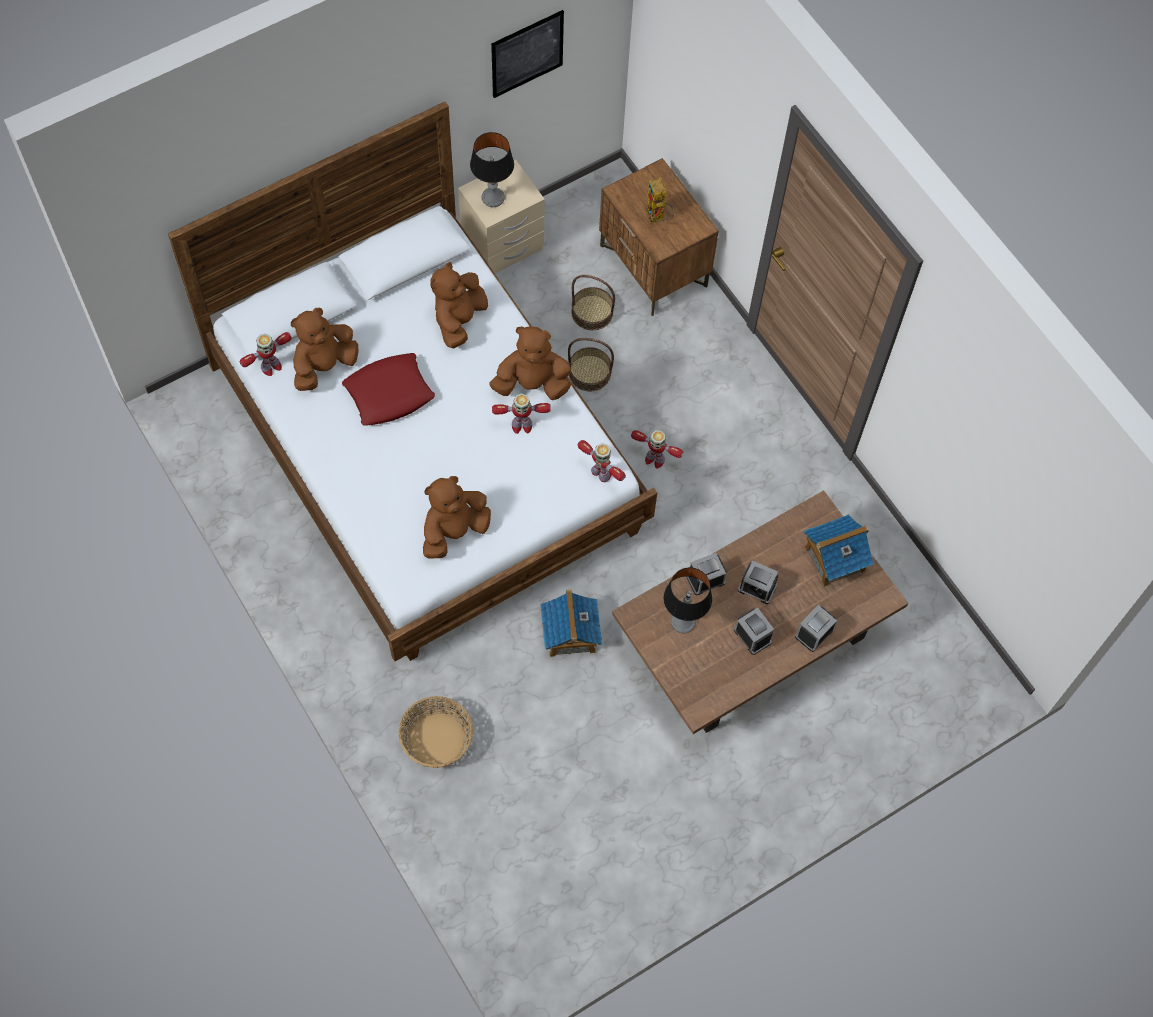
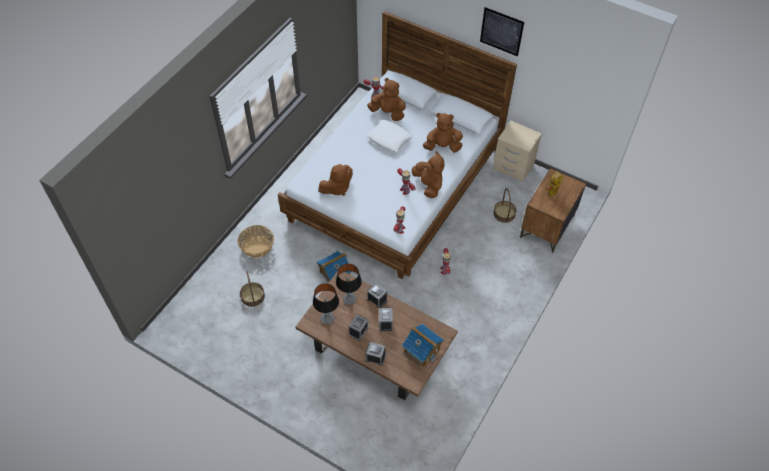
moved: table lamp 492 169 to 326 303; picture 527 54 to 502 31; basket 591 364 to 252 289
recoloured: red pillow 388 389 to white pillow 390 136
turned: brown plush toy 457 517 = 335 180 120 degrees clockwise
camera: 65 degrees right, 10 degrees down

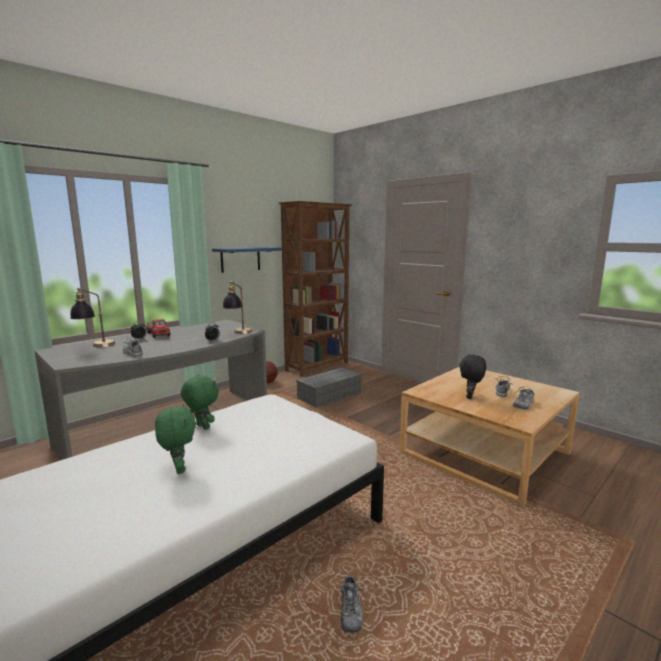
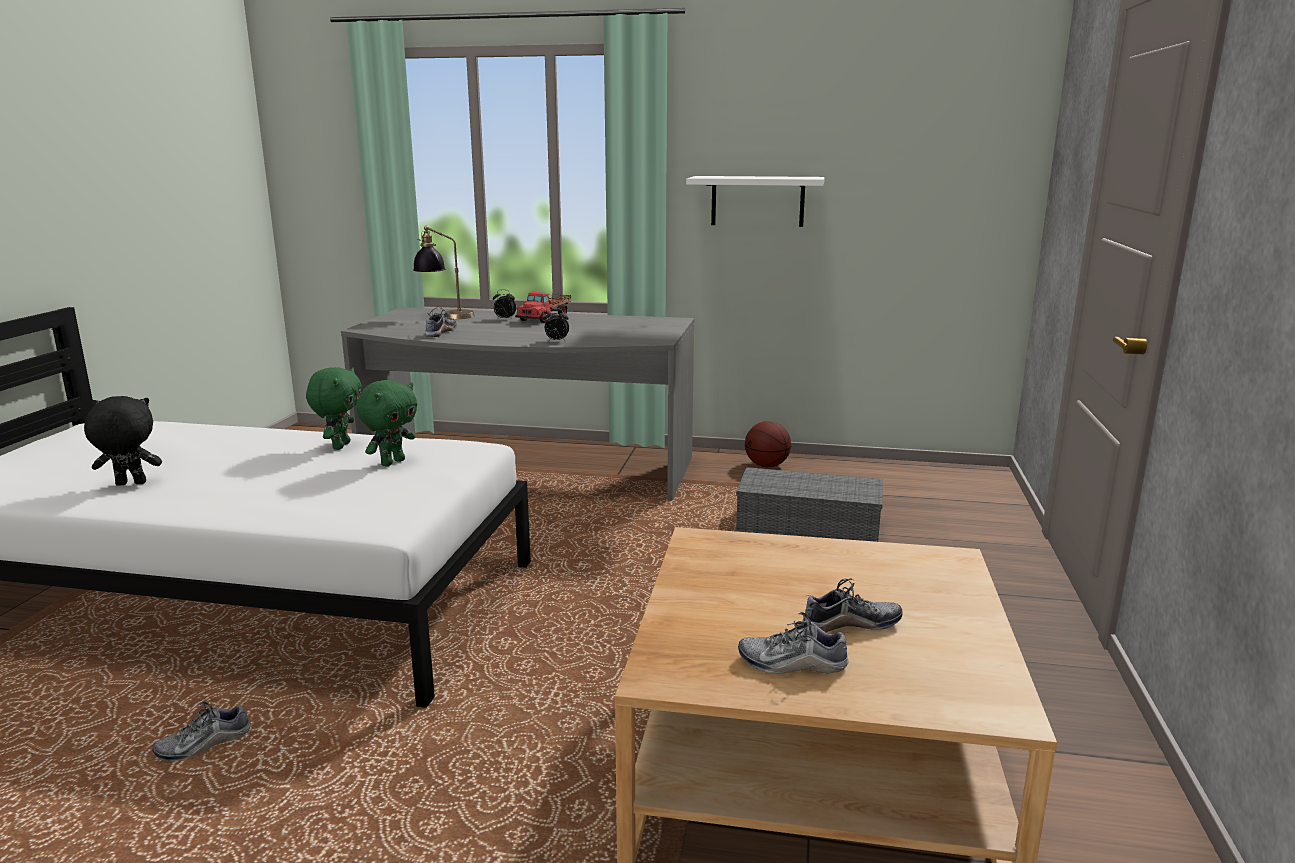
removed: table lamp 237 307; brown bookcase 315 289
moved: green plush toy 175 439 to 386 423; black plush toy 472 376 to 123 441
recoloured: blue shelf 247 260 to white shelf 755 201
camera: 55 degrees right, 5 degrees up

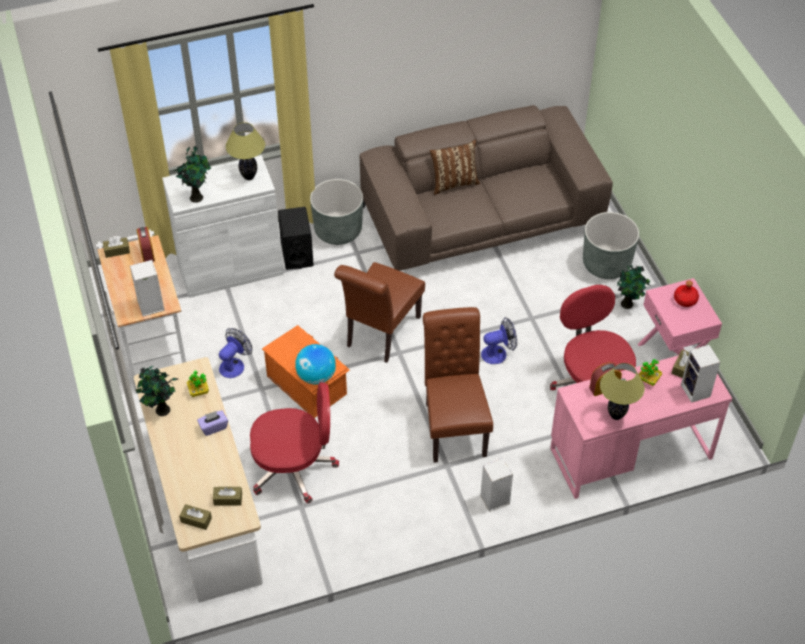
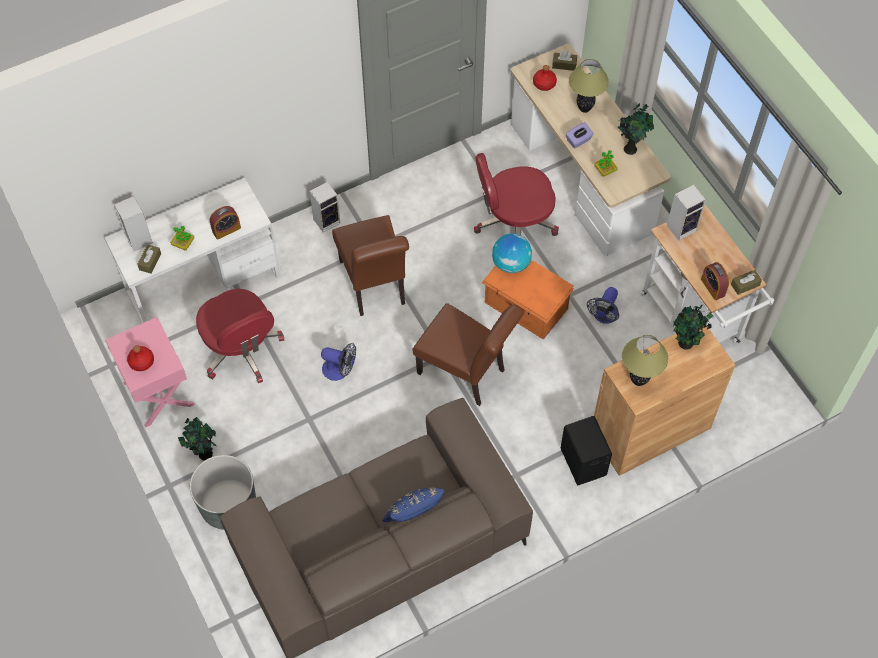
removed: grey planter 336 212
moved: table lamp 622 391 to 589 86
replaced: brown tissue box 227 496 to red bottle 545 78
recoloured: white cabinet 222 226 to brown cabinet 664 400; brown pillow 455 167 to blue pillow 413 505; pink desk 641 427 to white desk 192 250
turned: brown chair 379 312 = 468 354 105 degrees clockwise; fan 499 341 = 338 362 135 degrees counterclockwise
camera: 170 degrees right, 10 degrees up

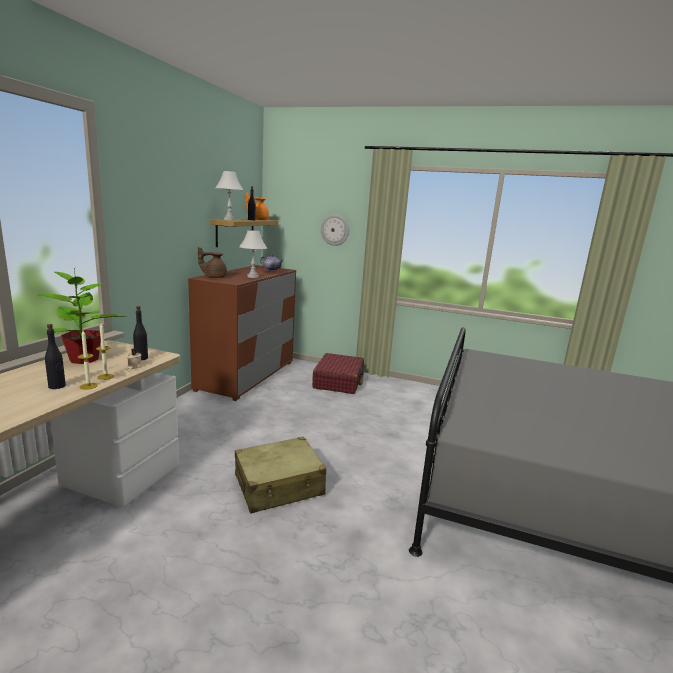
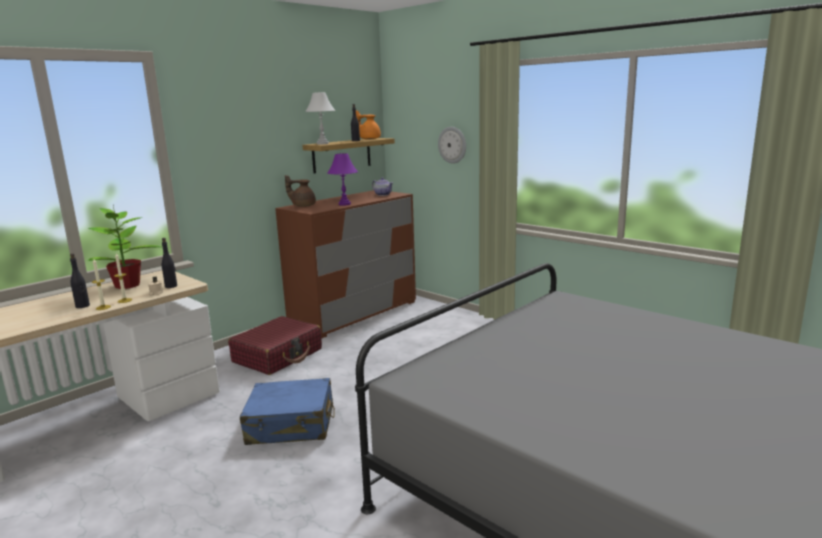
moved: red suitcase 338 373 to 275 345
recoloured: beige suitcase 280 475 to blue suitcase 287 411; white table lamp 253 254 to purple table lamp 343 179
camera: 25 degrees right, 0 degrees up

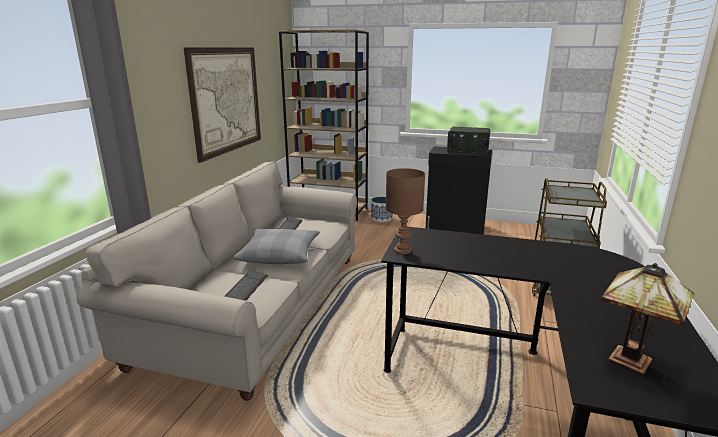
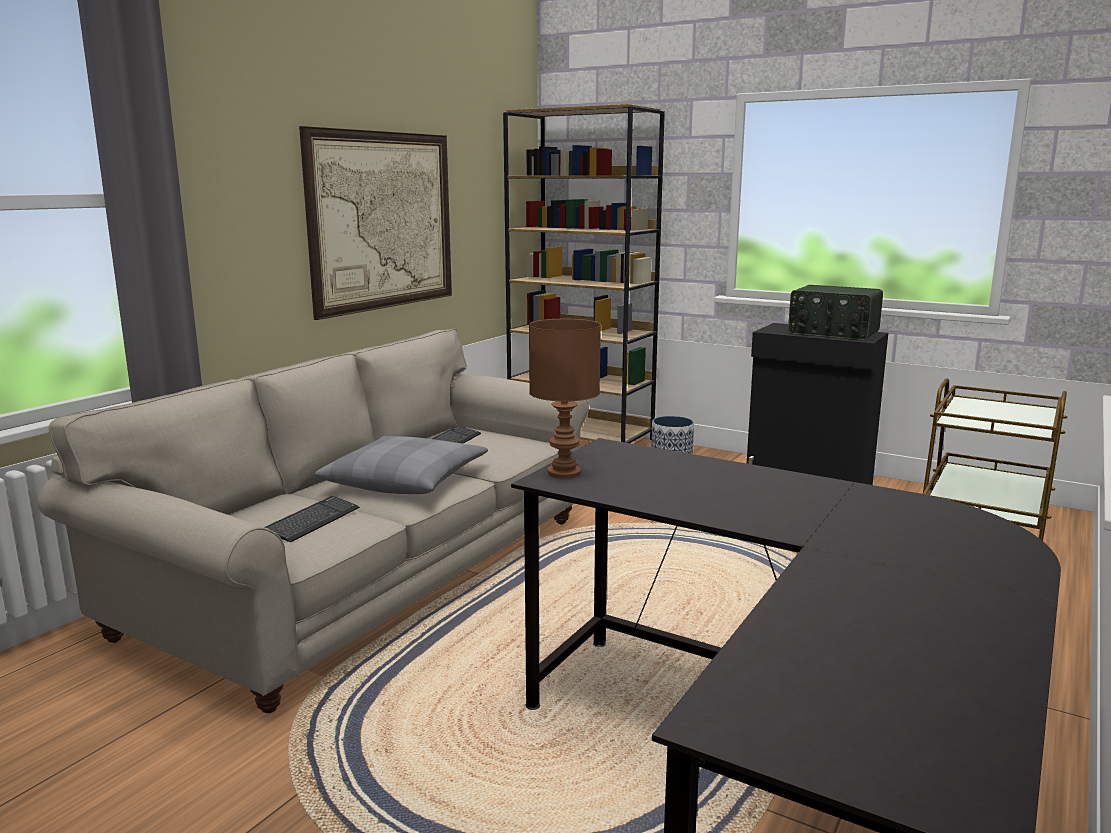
removed: table lamp 647 318
camera: 15 degrees right, 5 degrees down

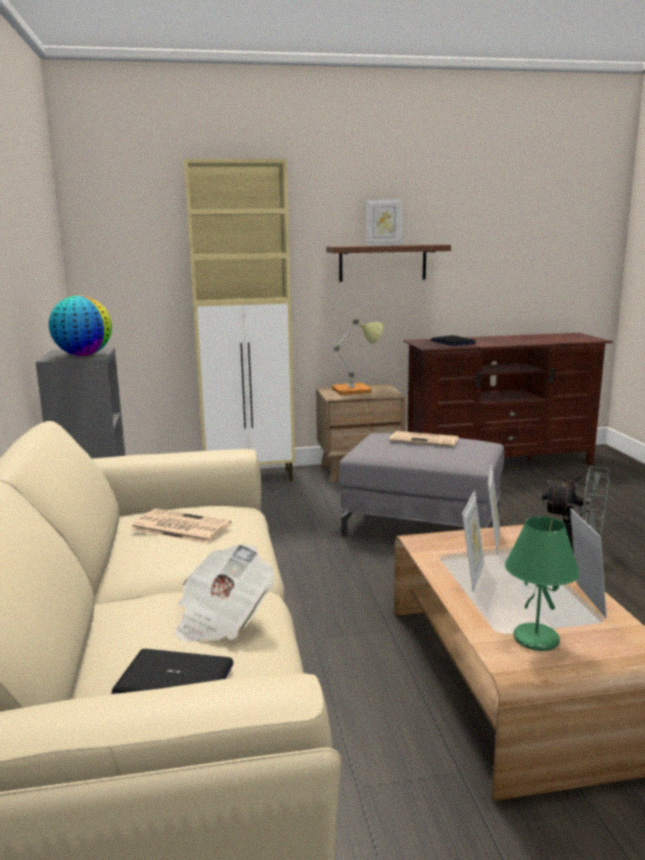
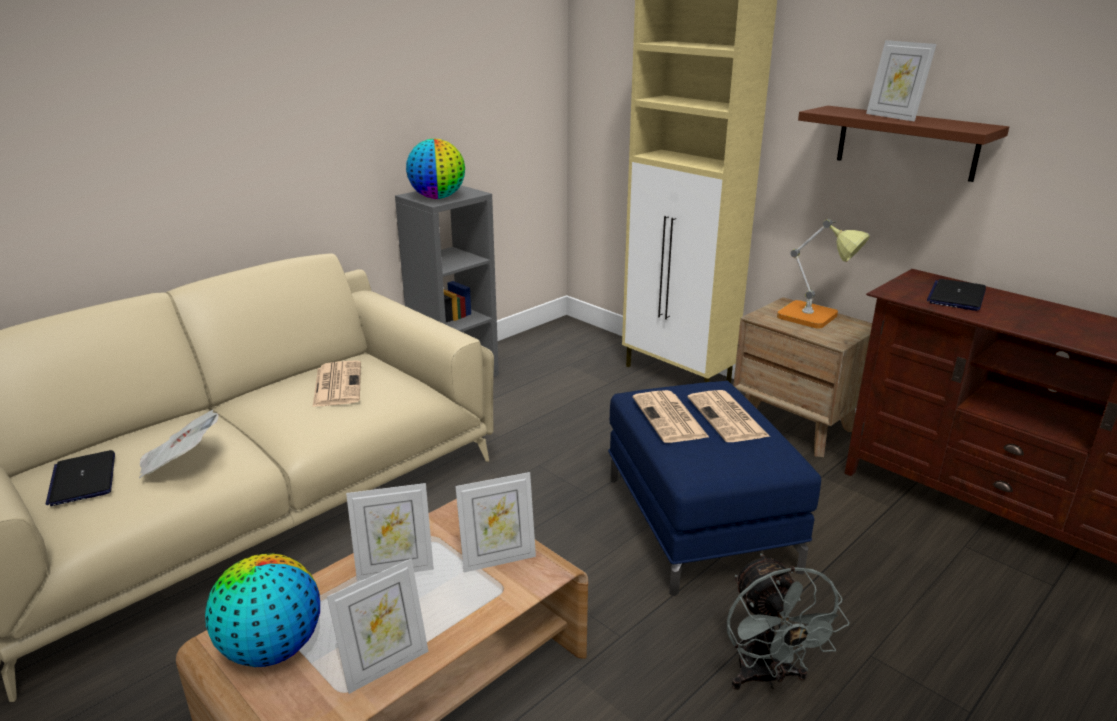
added: newspaper 671 416
replaced: green table lamp 542 583 to globe 262 610
recoloured: grey ottoman 421 484 to blue ottoman 714 488
camera: 55 degrees right, 10 degrees up

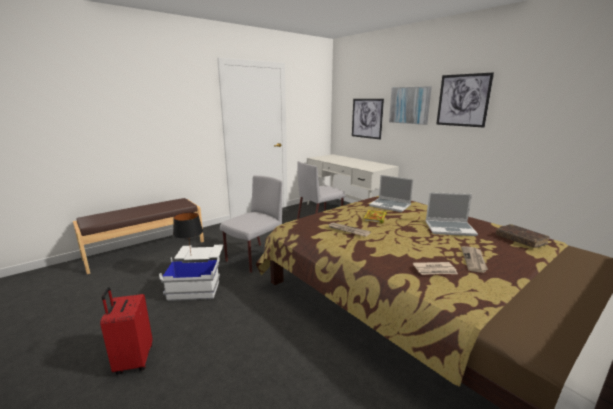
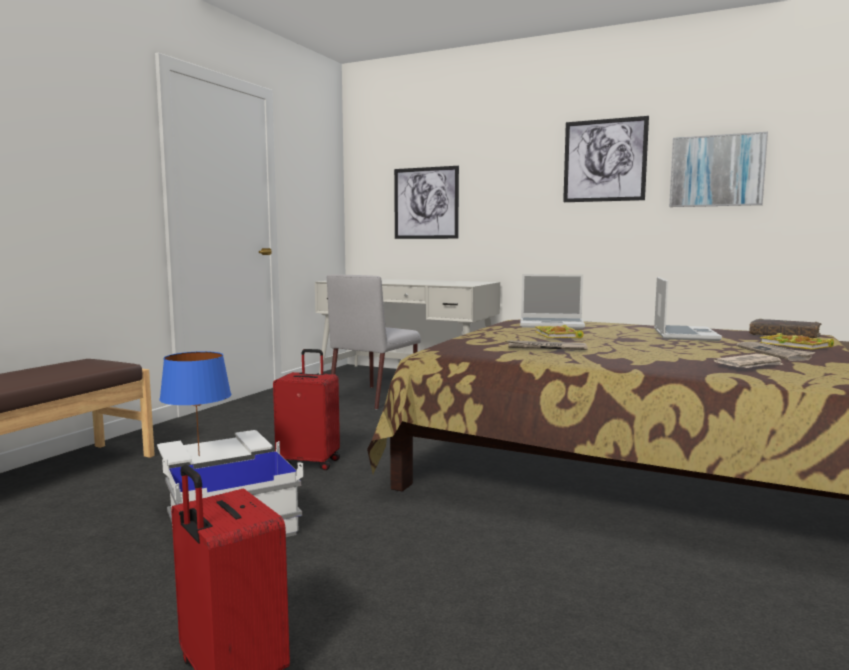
added: book 796 341
moved: picture 410 105 to 718 169
replaced: grey chair 251 224 to red suitcase 306 409
recoloured: black table lamp 188 232 to blue table lamp 195 403
turned: laptop 452 214 = 688 309 60 degrees counterclockwise
camera: 25 degrees left, 10 degrees down

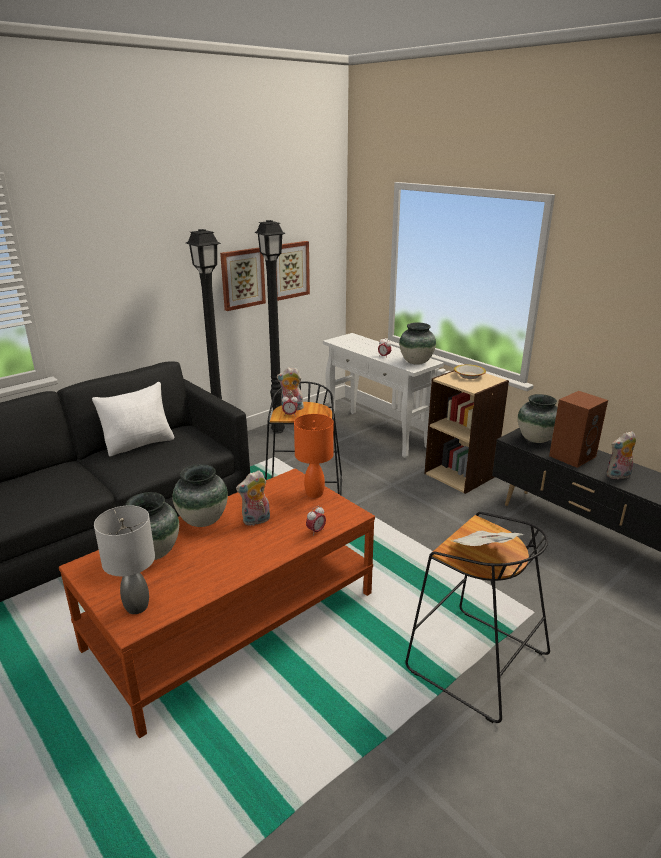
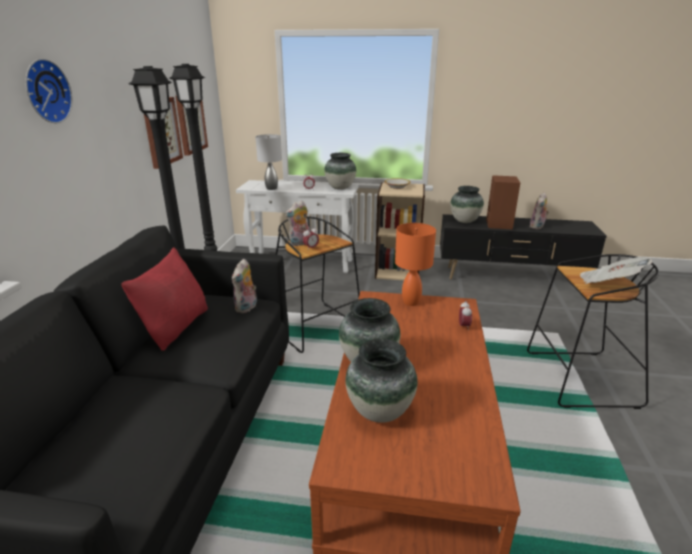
added: wall clock 49 91
moved: grey table lamp 124 559 to 268 162; plush toy 253 498 to 244 286
recoloured: white pillow 133 419 to red pillow 164 299
camera: 40 degrees left, 0 degrees up

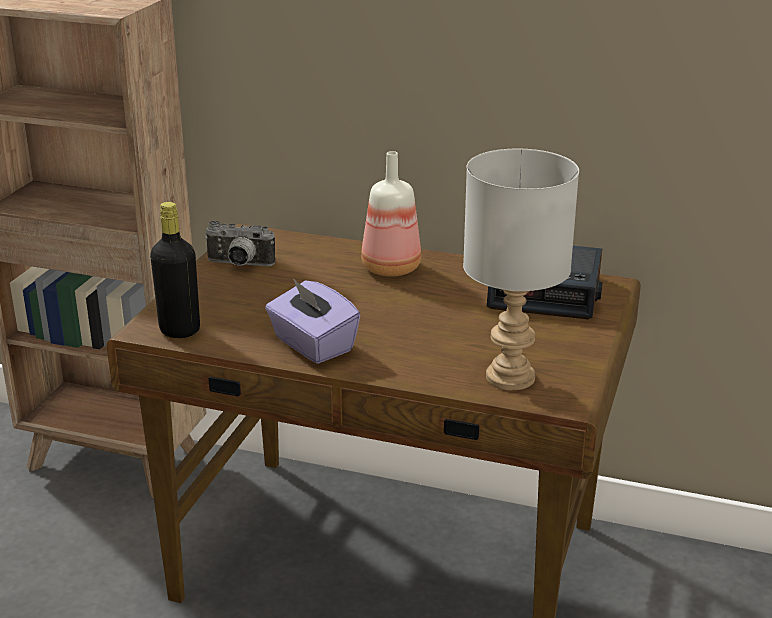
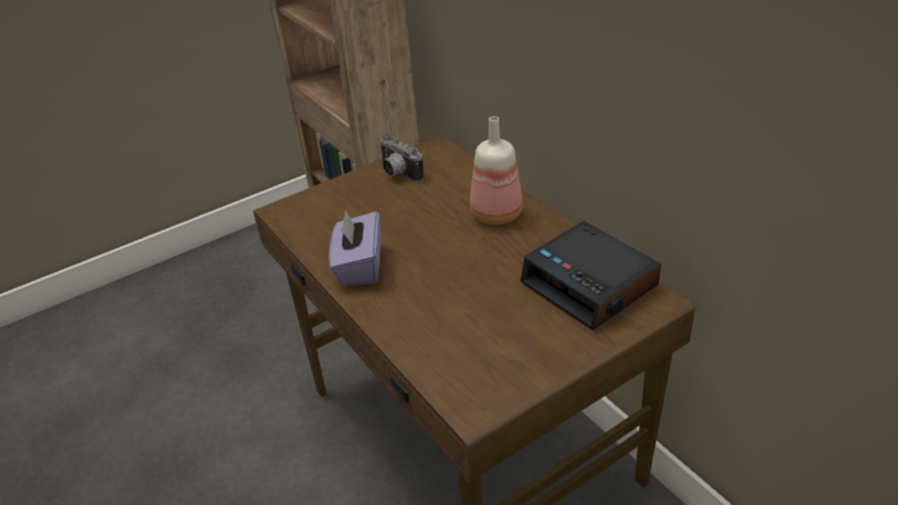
removed: black bottle 175 270; grey table lamp 521 269
camera: 40 degrees right, 10 degrees up

